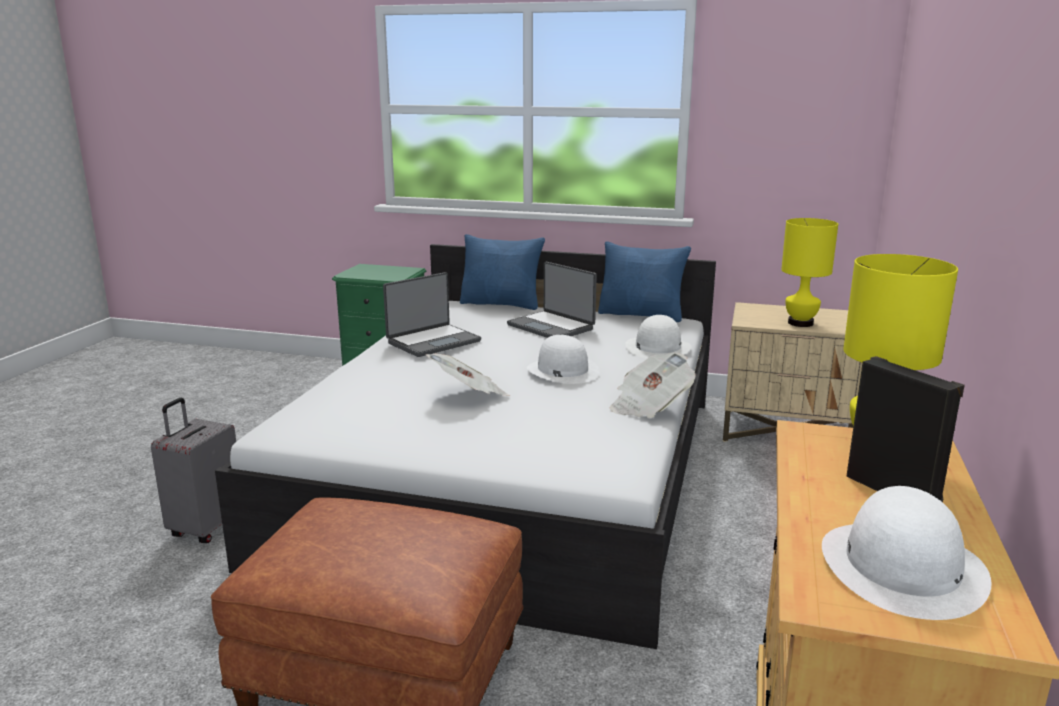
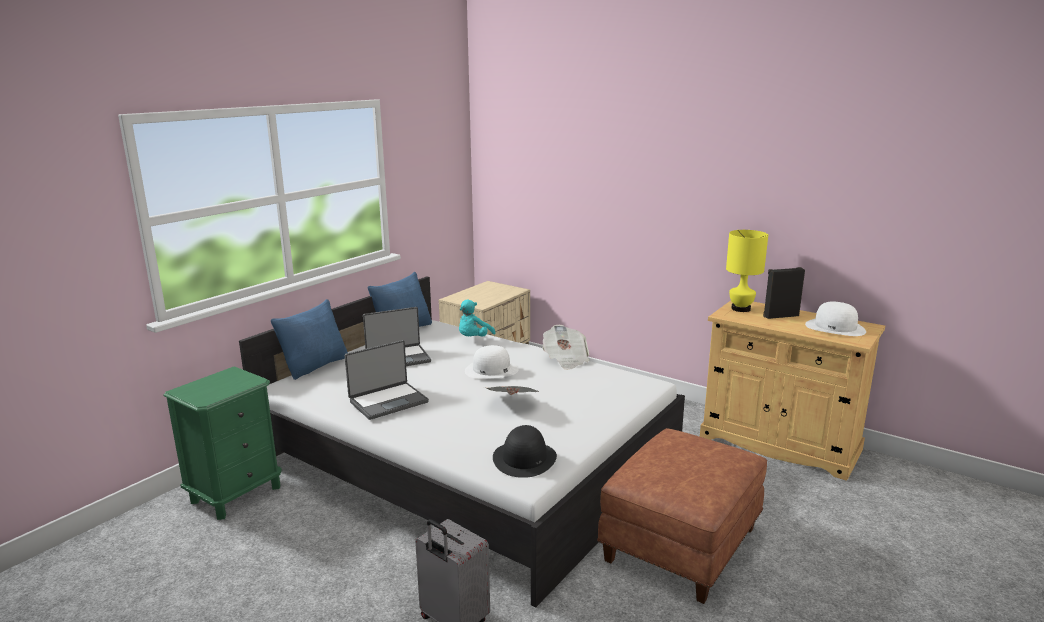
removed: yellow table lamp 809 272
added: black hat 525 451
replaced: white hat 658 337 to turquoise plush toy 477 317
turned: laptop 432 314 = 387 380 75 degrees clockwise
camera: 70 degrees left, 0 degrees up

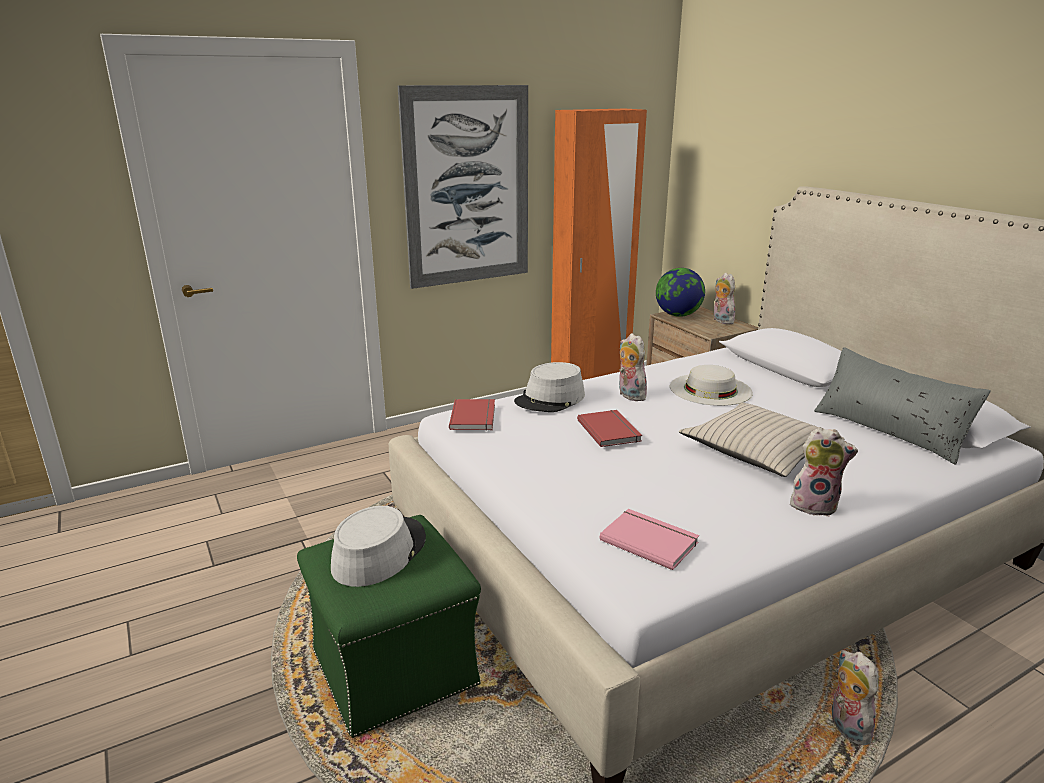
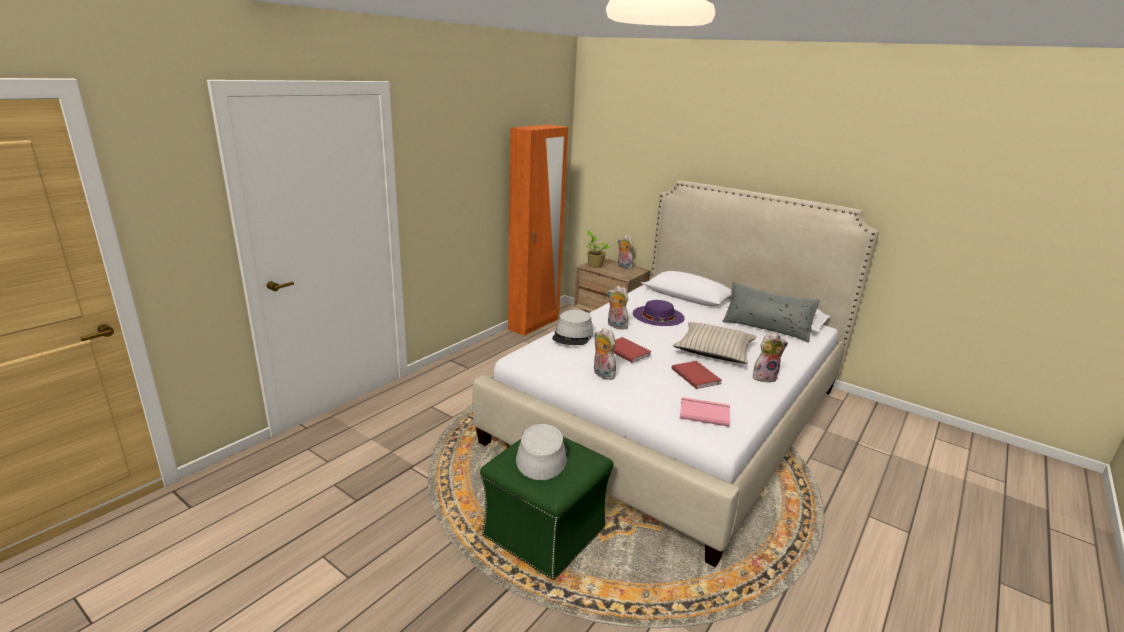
removed: picture 463 187
moved: red book 472 415 to 696 375; plush toy 855 697 to 606 354
replaced: globe 680 292 to potted plant 598 249
recoloured: white hat 711 385 to purple hat 659 313
camera: 25 degrees left, 0 degrees up

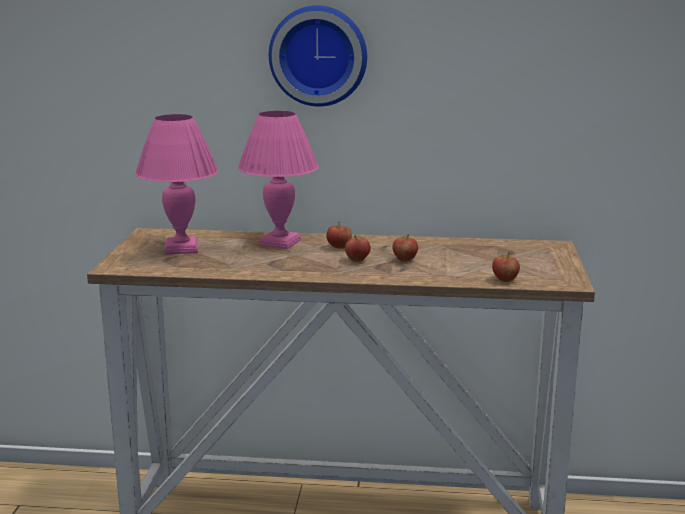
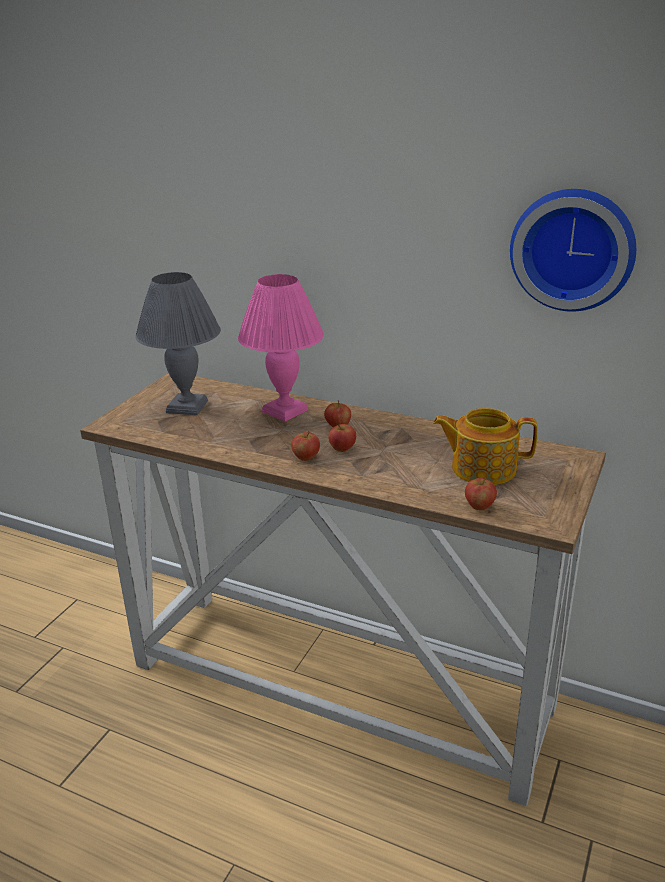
added: teapot 485 446
moved: wall clock 318 56 to 573 250; apple 405 248 to 305 446
recoloured: pink table lamp 177 184 to grey table lamp 178 343
camera: 20 degrees right, 10 degrees up

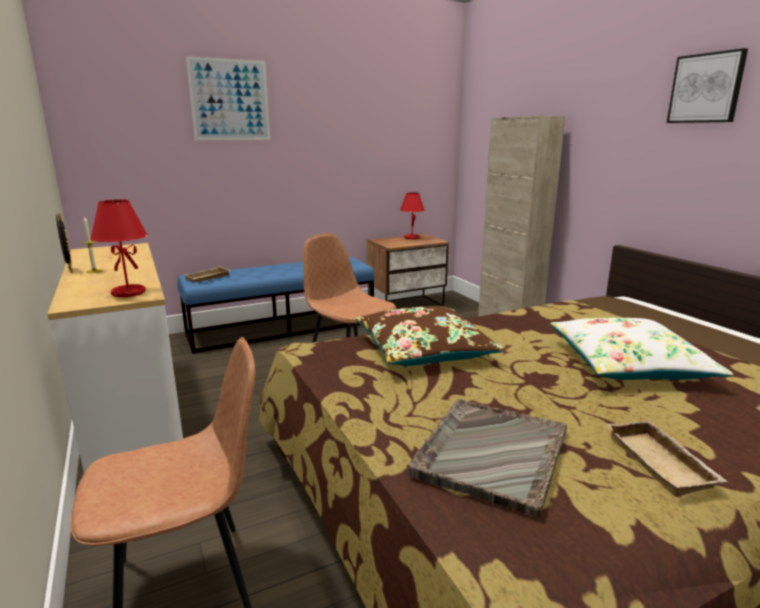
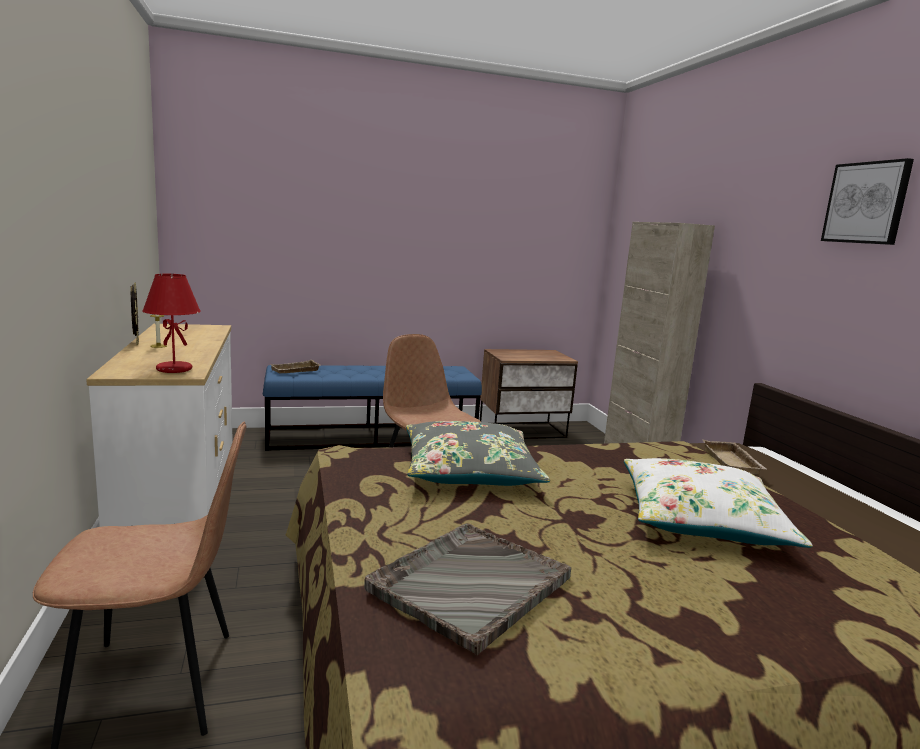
removed: picture 228 98; red table lamp 412 215
moved: beige tray 667 458 to 734 457
recoloured: brown pillow 430 336 to grey pillow 478 453
camera: 10 degrees right, 5 degrees down

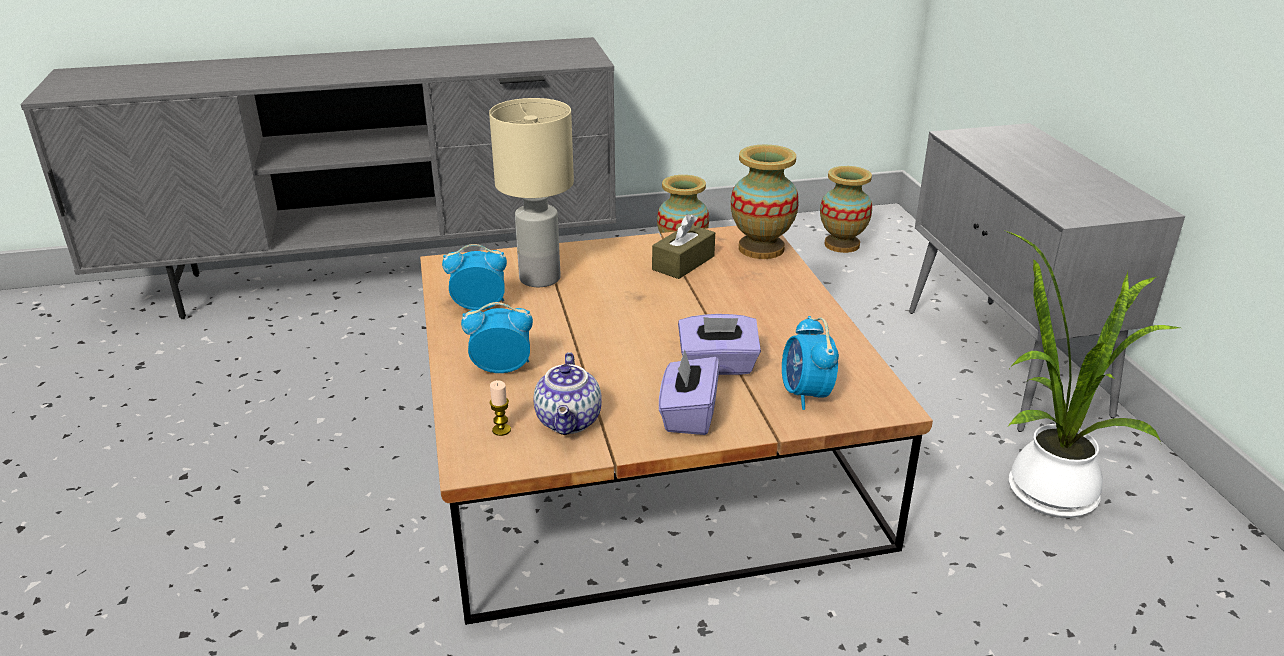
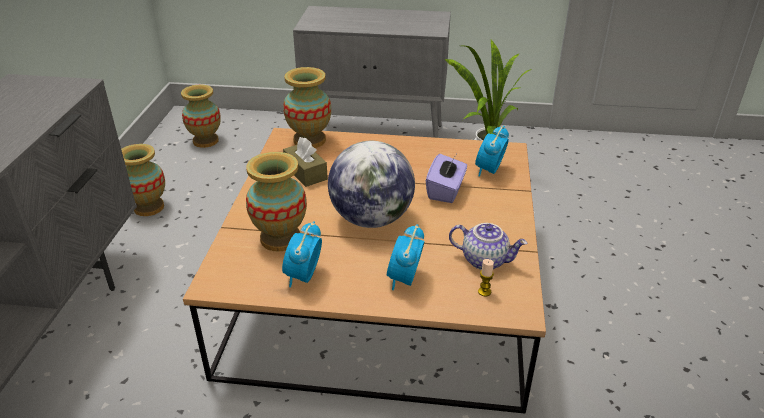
removed: purple tissue box 689 392
added: globe 371 184
replaced: beige table lamp 531 192 to vase 276 202
turned: alarm clock 810 363 = 492 151 105 degrees clockwise
camera: 70 degrees left, 5 degrees up

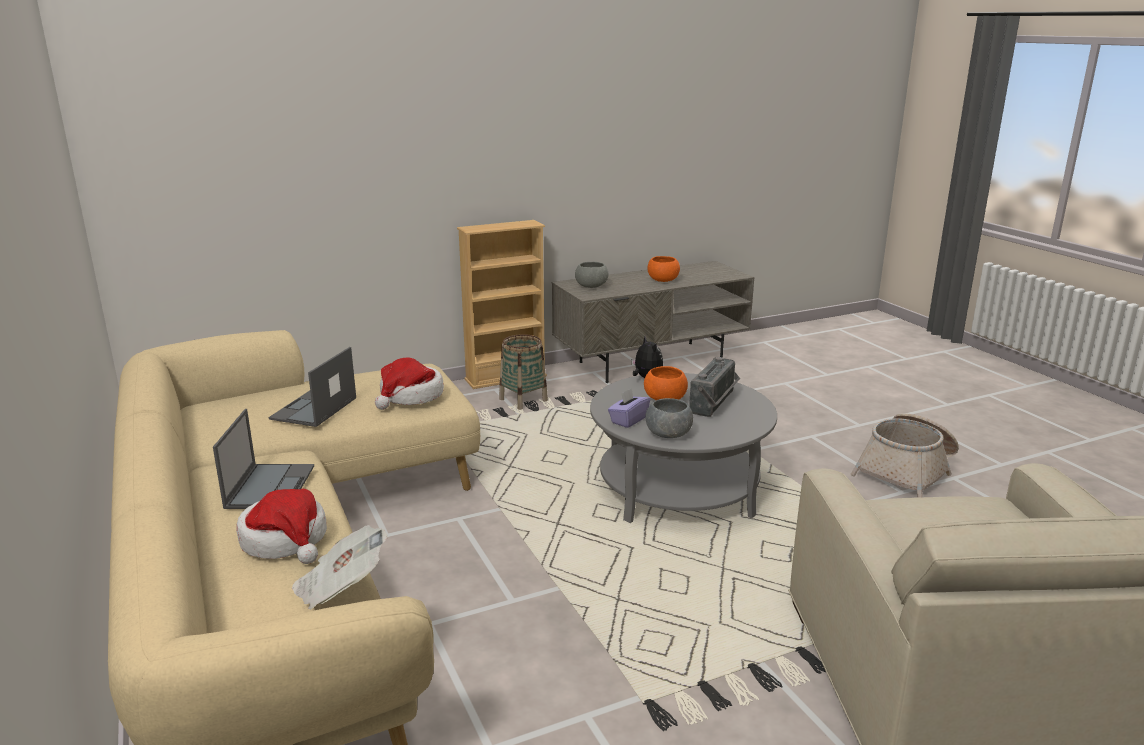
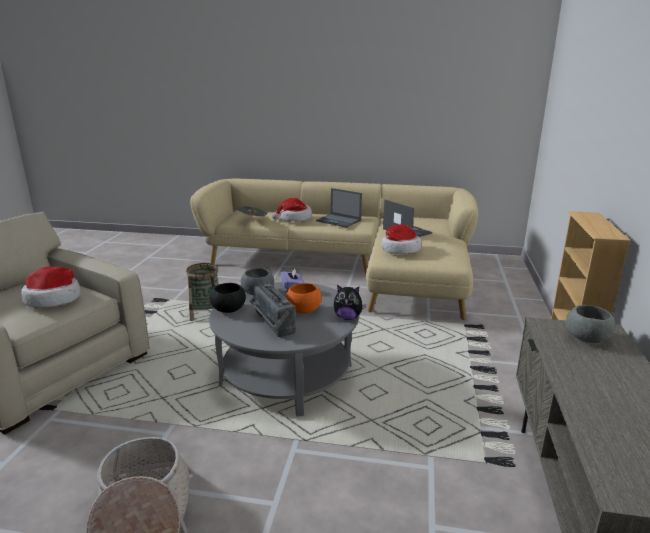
removed: orange bowl 663 269
added: hat 50 287; black bowl 228 298
moved: basket 523 372 to 202 292
camera: 125 degrees right, 0 degrees up

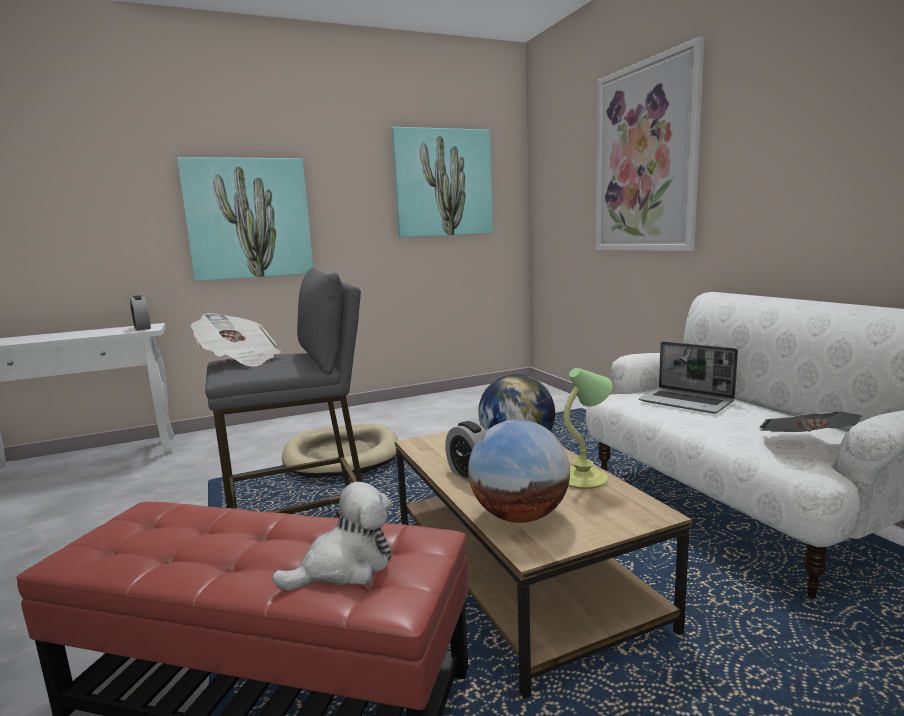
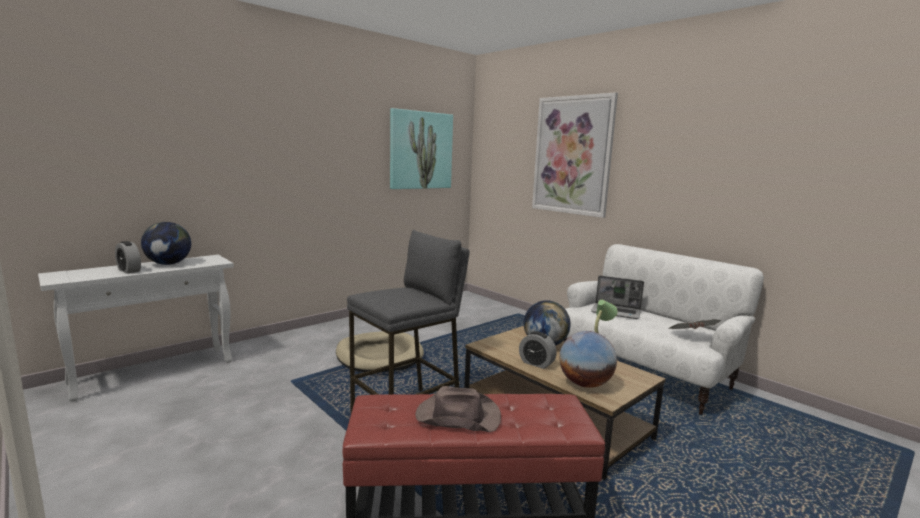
removed: picture 245 219; newspaper 236 340; plush toy 332 535
added: globe 166 243; brown hat 458 409
moved: alarm clock 140 312 to 128 257
camera: 20 degrees left, 0 degrees up

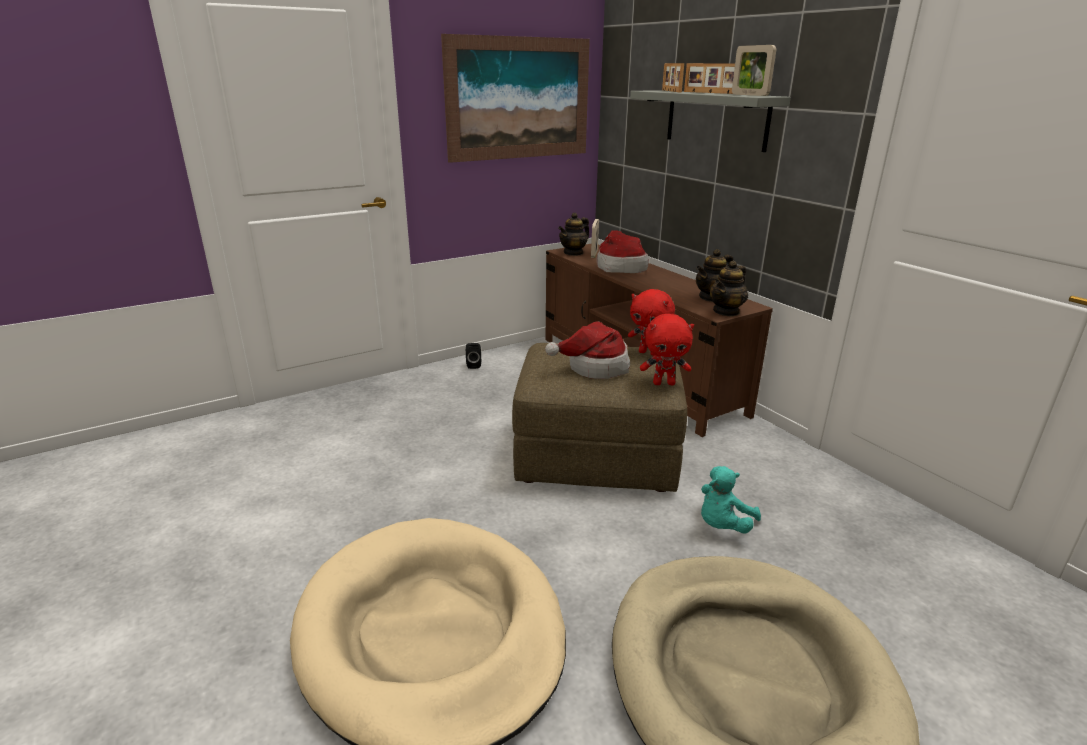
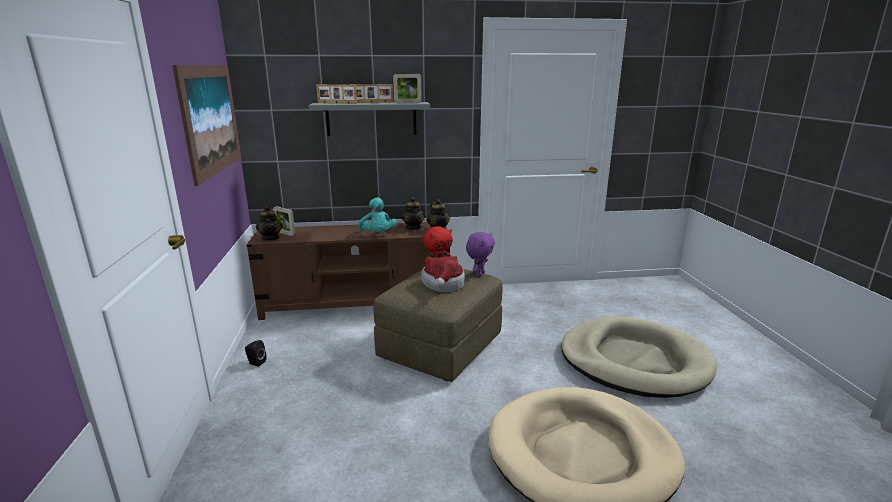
removed: hat 623 251
moved: turquoise plush toy 731 499 to 377 214
recoloured: red plush toy 667 349 to purple plush toy 480 254
camera: 65 degrees left, 5 degrees down

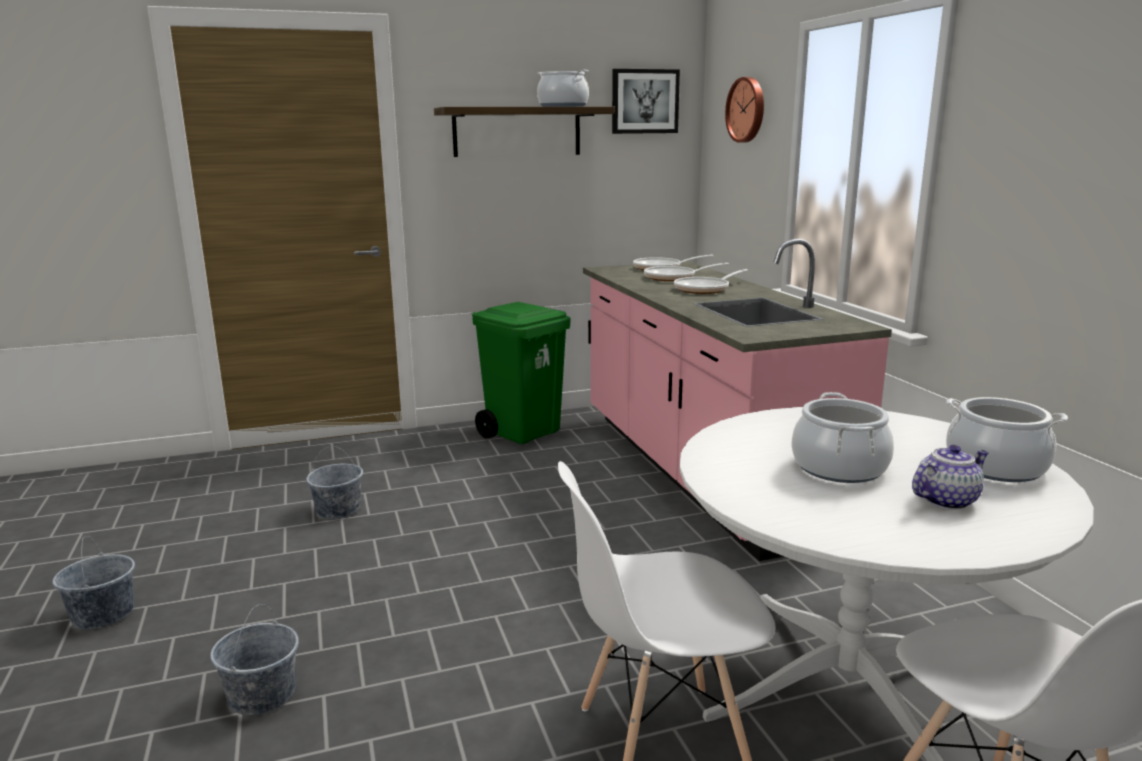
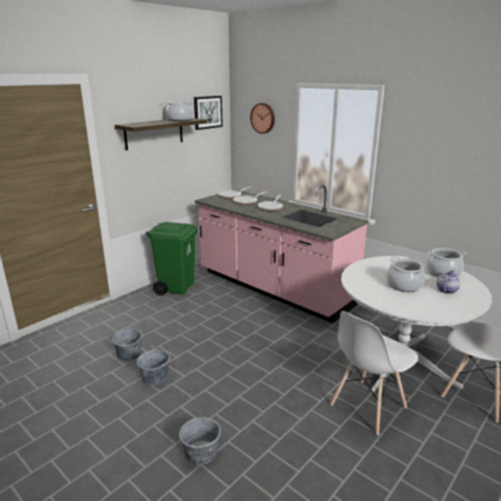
moved: grey bucket 93 582 to 153 366
camera: 30 degrees left, 5 degrees up

